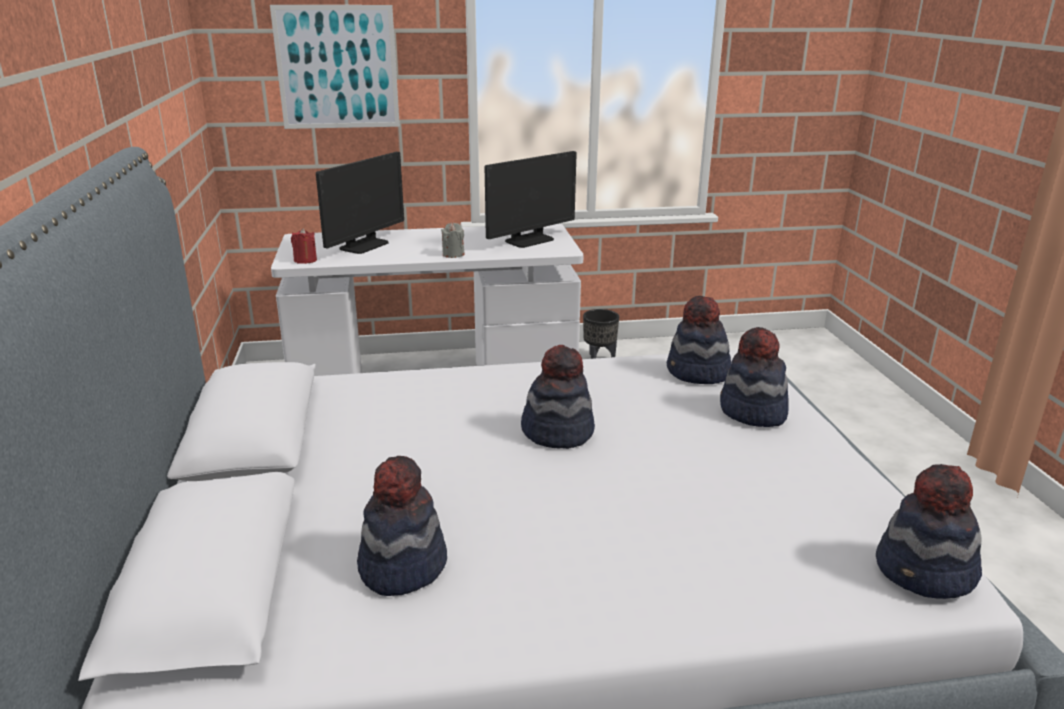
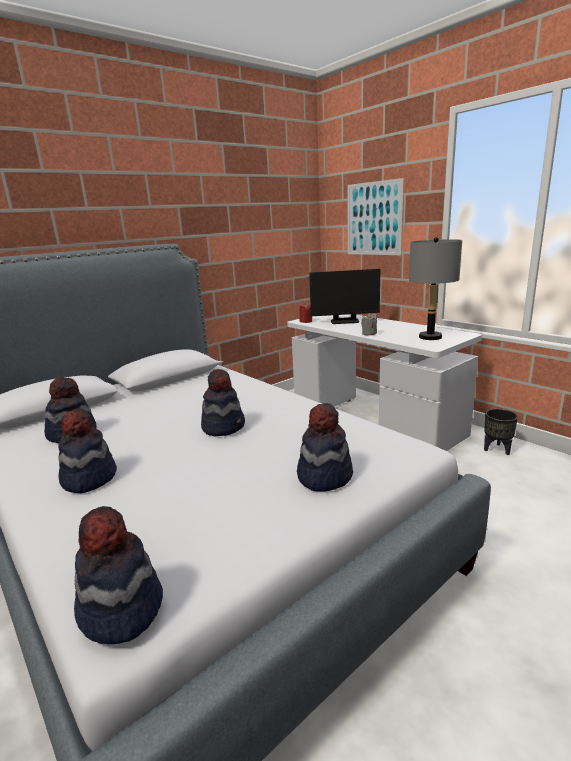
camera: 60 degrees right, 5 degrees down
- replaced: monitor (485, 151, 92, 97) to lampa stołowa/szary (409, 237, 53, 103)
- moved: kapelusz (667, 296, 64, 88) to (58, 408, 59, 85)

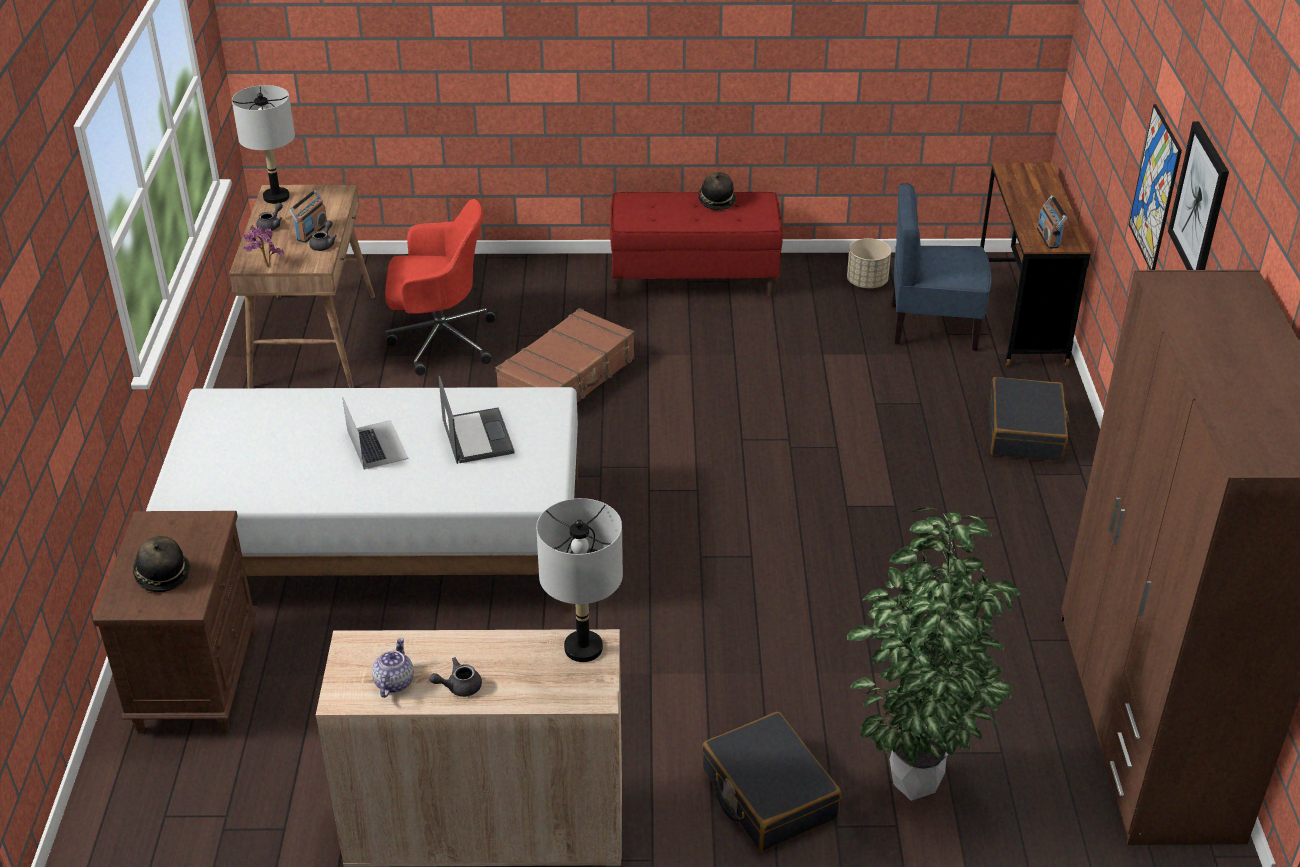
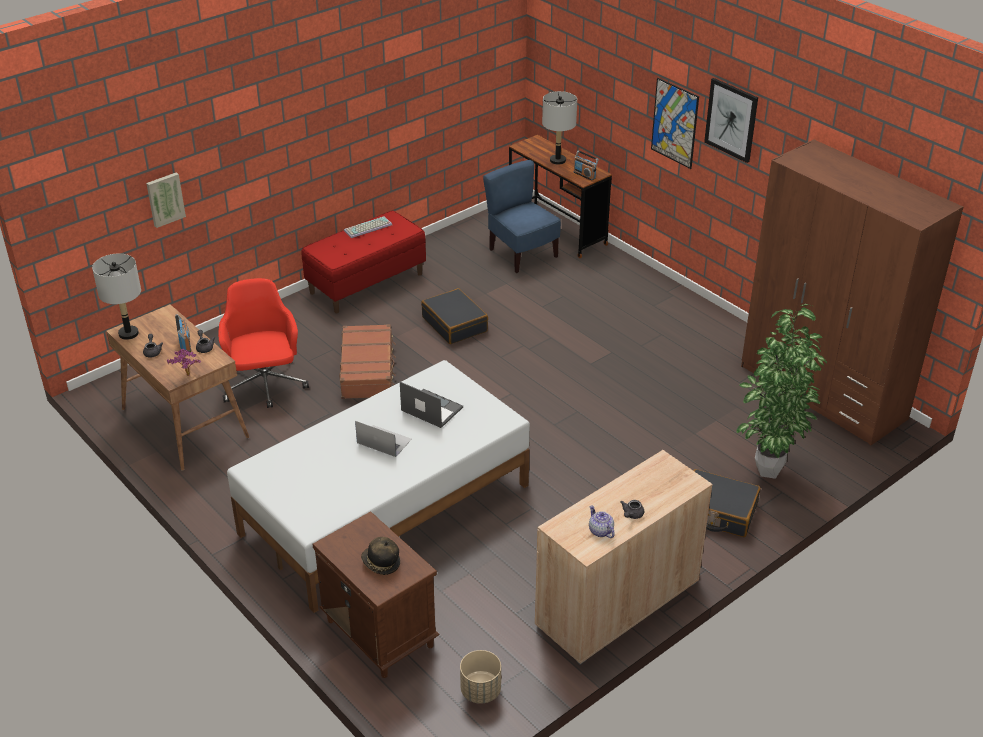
camera: 40 degrees left, 0 degrees up
- replaced: kapelusz (698, 172, 38, 38) to klawiatura (344, 216, 48, 22)
- turned: krzesło/niebieski (892, 183, 99, 168) = (483, 160, 78, 113) 90 degrees clockwise
- turned: krzesło biurowe/czerwony (385, 199, 110, 177) = (218, 278, 91, 130) 60 degrees counterclockwise
- moved: donica/beżowy (847, 238, 44, 50) to (460, 650, 41, 54)
- moved: walizka/czarny (989, 377, 81, 85) to (421, 288, 67, 56)
- moved: lampa stołowa/szary (536, 498, 87, 164) to (542, 91, 35, 74)
- added: obraz (146, 172, 40, 56)

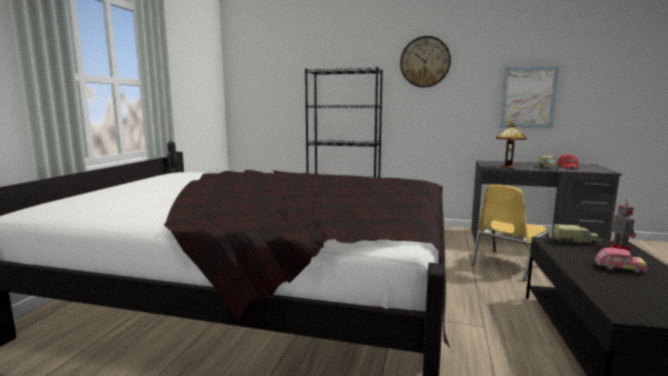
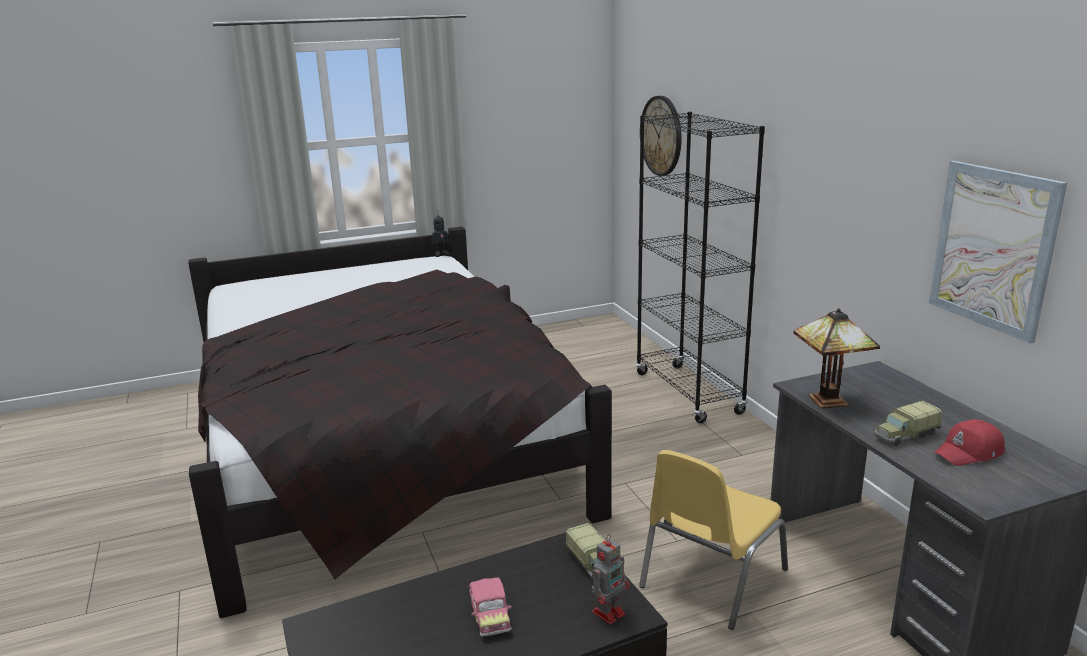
camera: 55 degrees right, 10 degrees up
- moved: zegar ścienny (400, 36, 51, 51) to (640, 96, 42, 80)
- turned: krzesło/żółty (471, 184, 78, 97) = (639, 450, 149, 180) 60 degrees counterclockwise

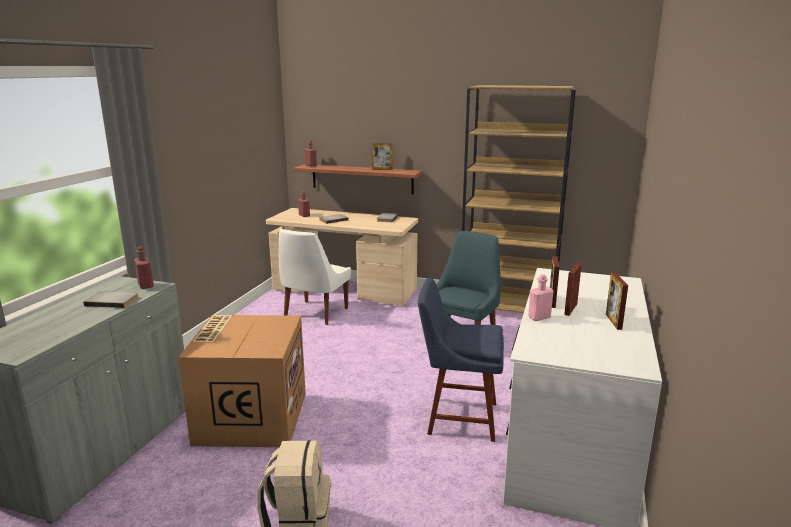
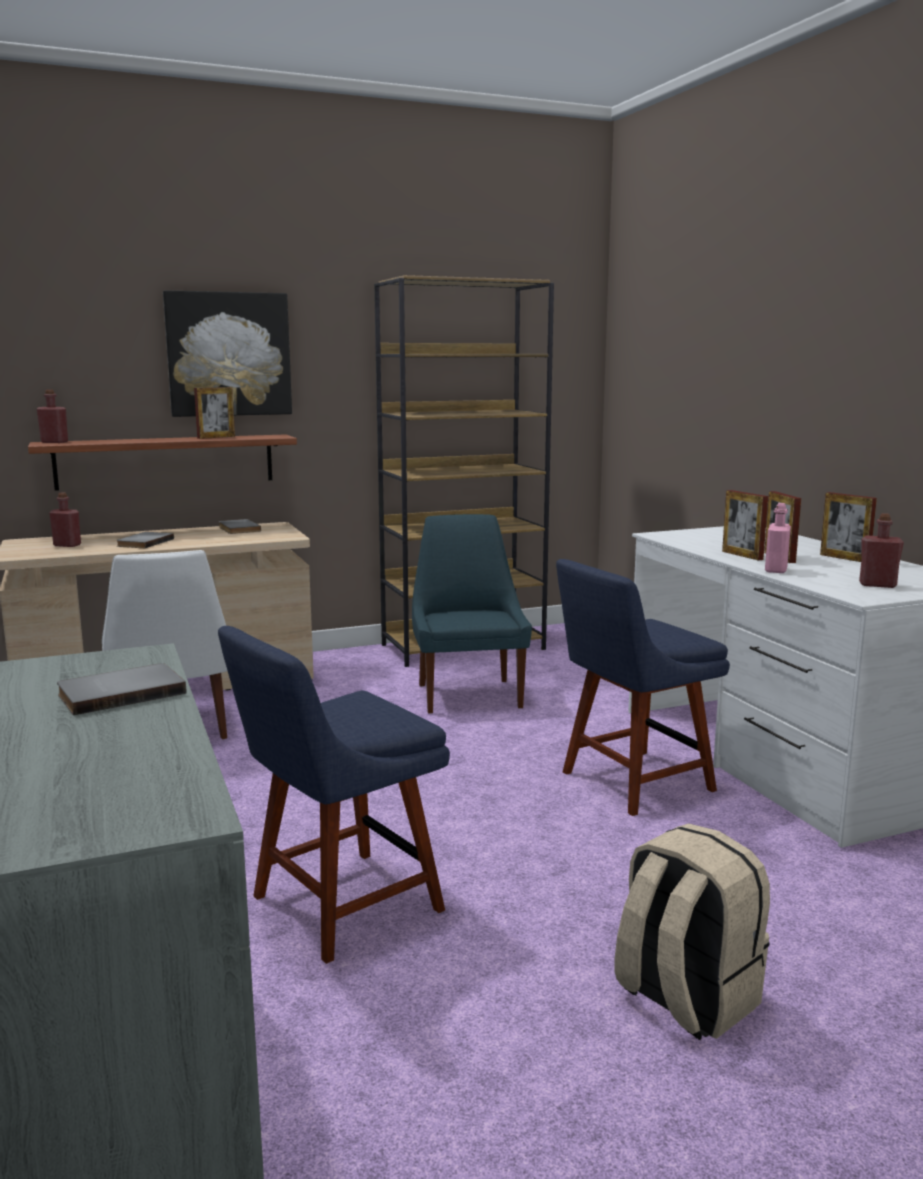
camera: 40 degrees left, 5 degrees down
- moved: butelka/czerwony (134, 246, 20, 43) to (859, 513, 45, 75)
- replaced: karton (178, 315, 128, 132) to krzesło/niebieski (218, 626, 232, 338)
- added: obraz (163, 290, 129, 127)

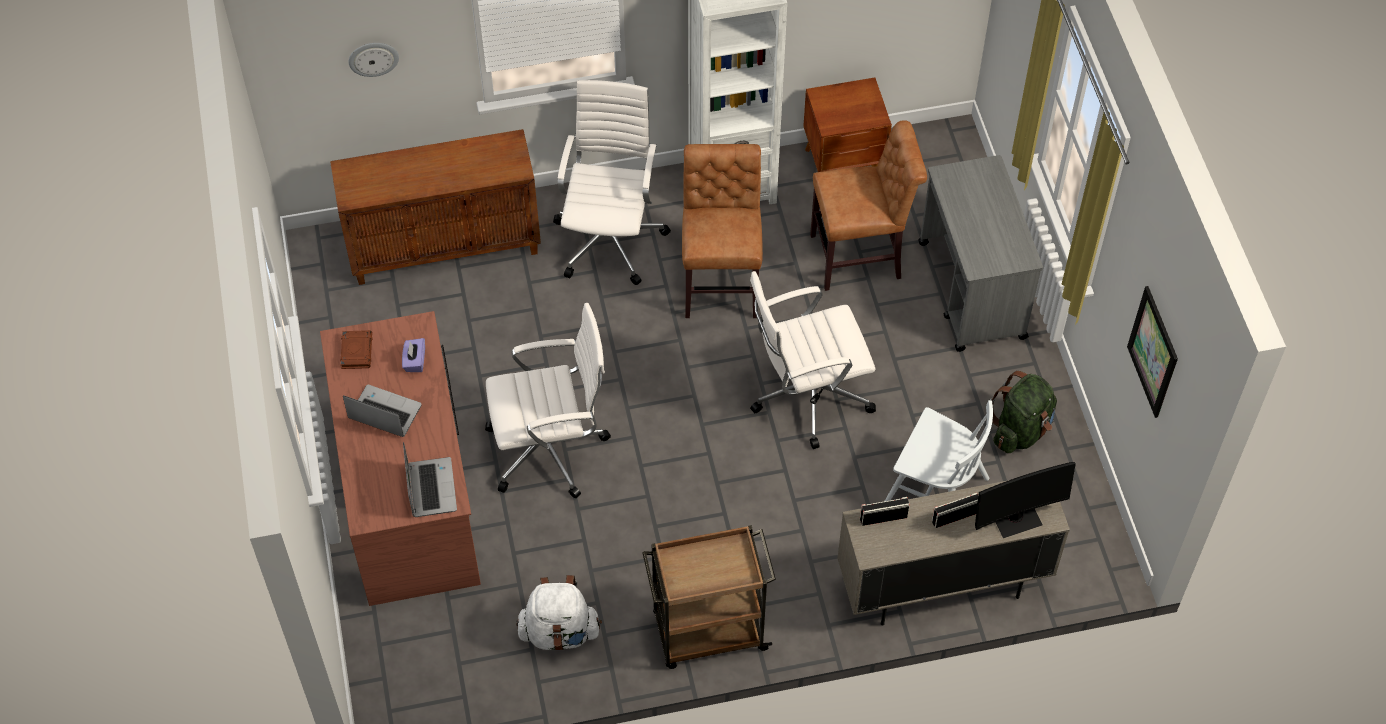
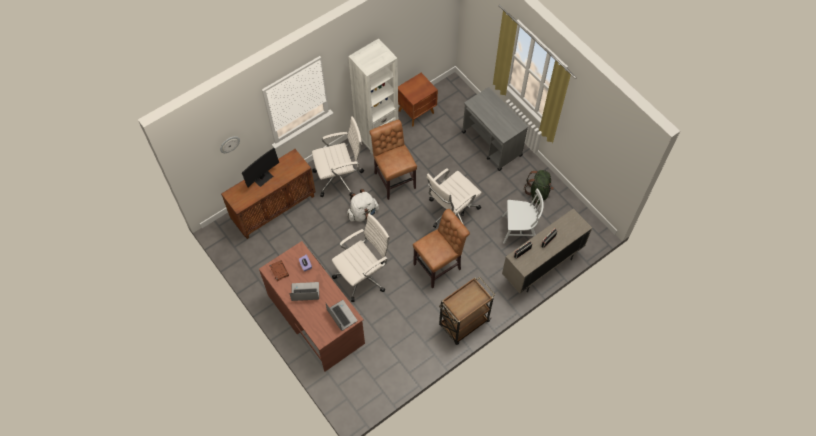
camera: 25 degrees left, 5 degrees up
- turned: krzesło biurowe/biały (553, 80, 118, 205) = (312, 116, 52, 81) 90 degrees clockwise
- moved: krzesło/brązowy (810, 120, 117, 171) to (413, 209, 57, 79)
- removed: obraz (1127, 286, 51, 132)
- moved: monitor (975, 462, 101, 76) to (242, 148, 37, 39)
- moved: plecak/biały (516, 575, 86, 75) to (347, 189, 32, 33)

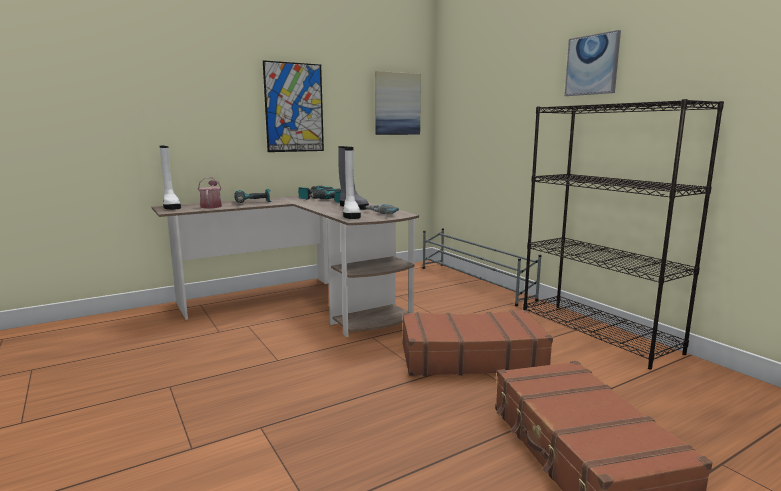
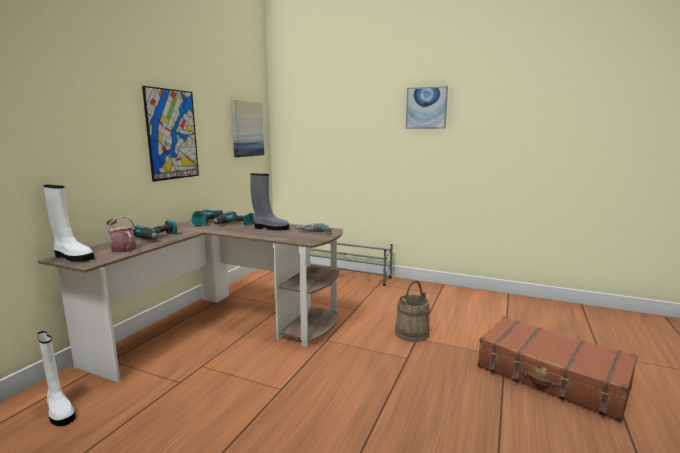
camera: 35 degrees left, 0 degrees up
- removed: regał/czarny (523, 99, 201, 271)
- moved: but z cholewką/biały (343, 148, 18, 71) to (38, 331, 37, 95)
- replaced: walizka/brązowy (402, 310, 151, 66) to wiadro/beżowy (395, 281, 35, 61)

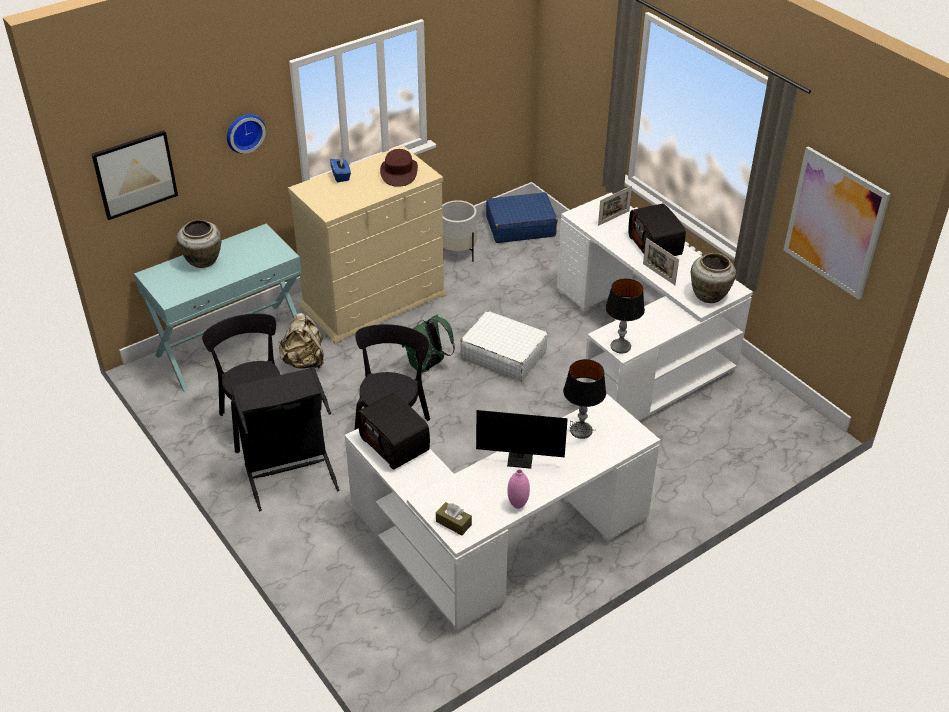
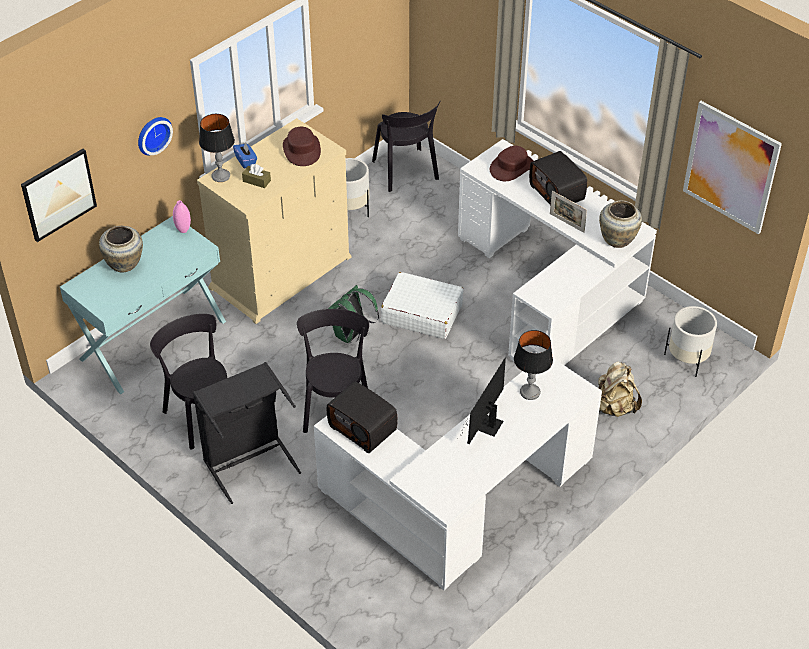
camera: 10 degrees left, 5 degrees up
- replaced: ramka na zdjęcie (598, 186, 34, 40) to kapelusz/brązowy (490, 146, 43, 35)
- replaced: walizka/niebieski (486, 192, 71, 51) to krzesło/czarny (372, 101, 69, 91)
- moved: lampa stołowa (605, 279, 40, 74) to (199, 114, 36, 68)
- moved: plecak/beżowy (279, 313, 45, 56) to (598, 361, 44, 56)
- turned: monitor (476, 410, 120, 59) = (461, 357, 45, 87) 120 degrees clockwise
- moved: wazon/różowy (507, 469, 23, 40) to (173, 200, 18, 33)
- moved: pudełko chusteczek/brązowy (436, 502, 36, 33) to (242, 164, 29, 24)
- added: donica/biały (664, 306, 53, 71)

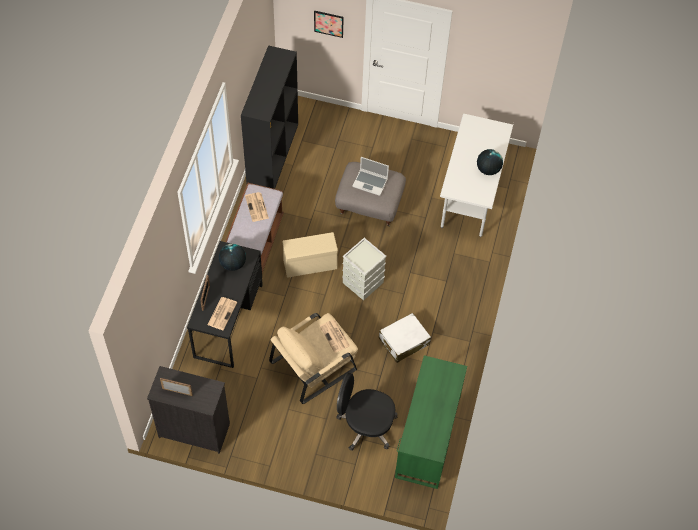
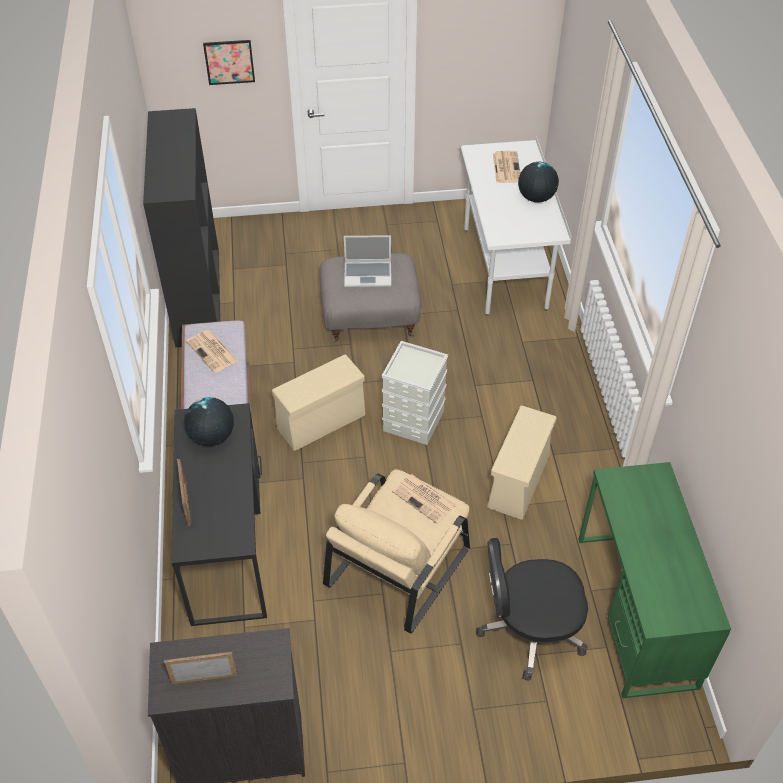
camera: 20 degrees left, 10 degrees down
- moved: gazeta (207, 297, 30, 33) to (493, 151, 27, 32)
- replaced: walizka/biały (379, 313, 52, 50) to pojemnik do przechowywania/beżowy (487, 406, 70, 114)

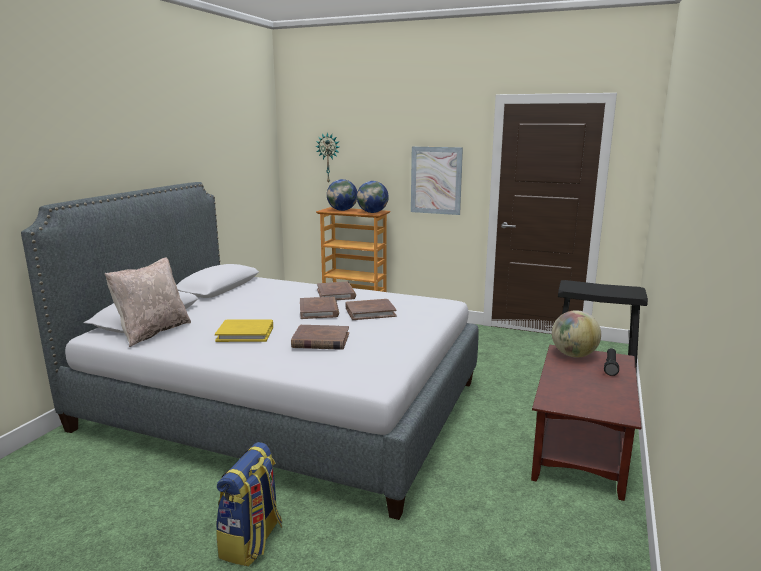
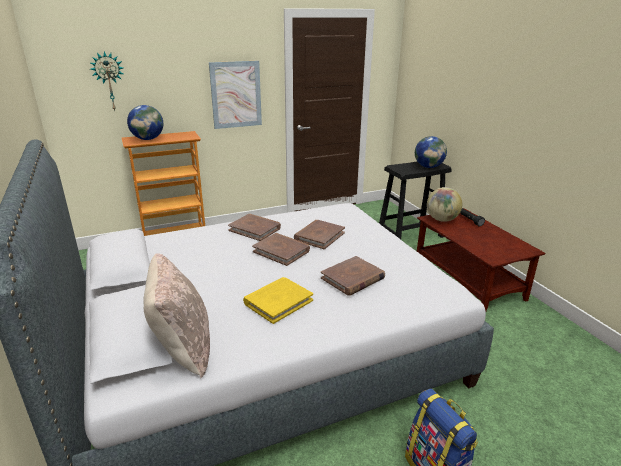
camera: 45 degrees left, 10 degrees up
- moved: globus (357, 181, 32, 32) to (415, 136, 32, 32)

